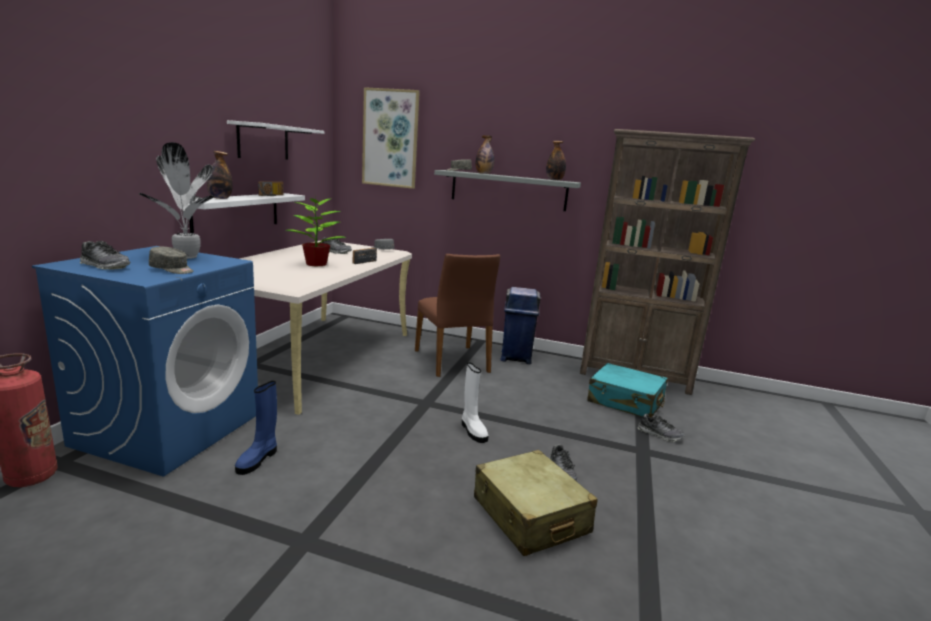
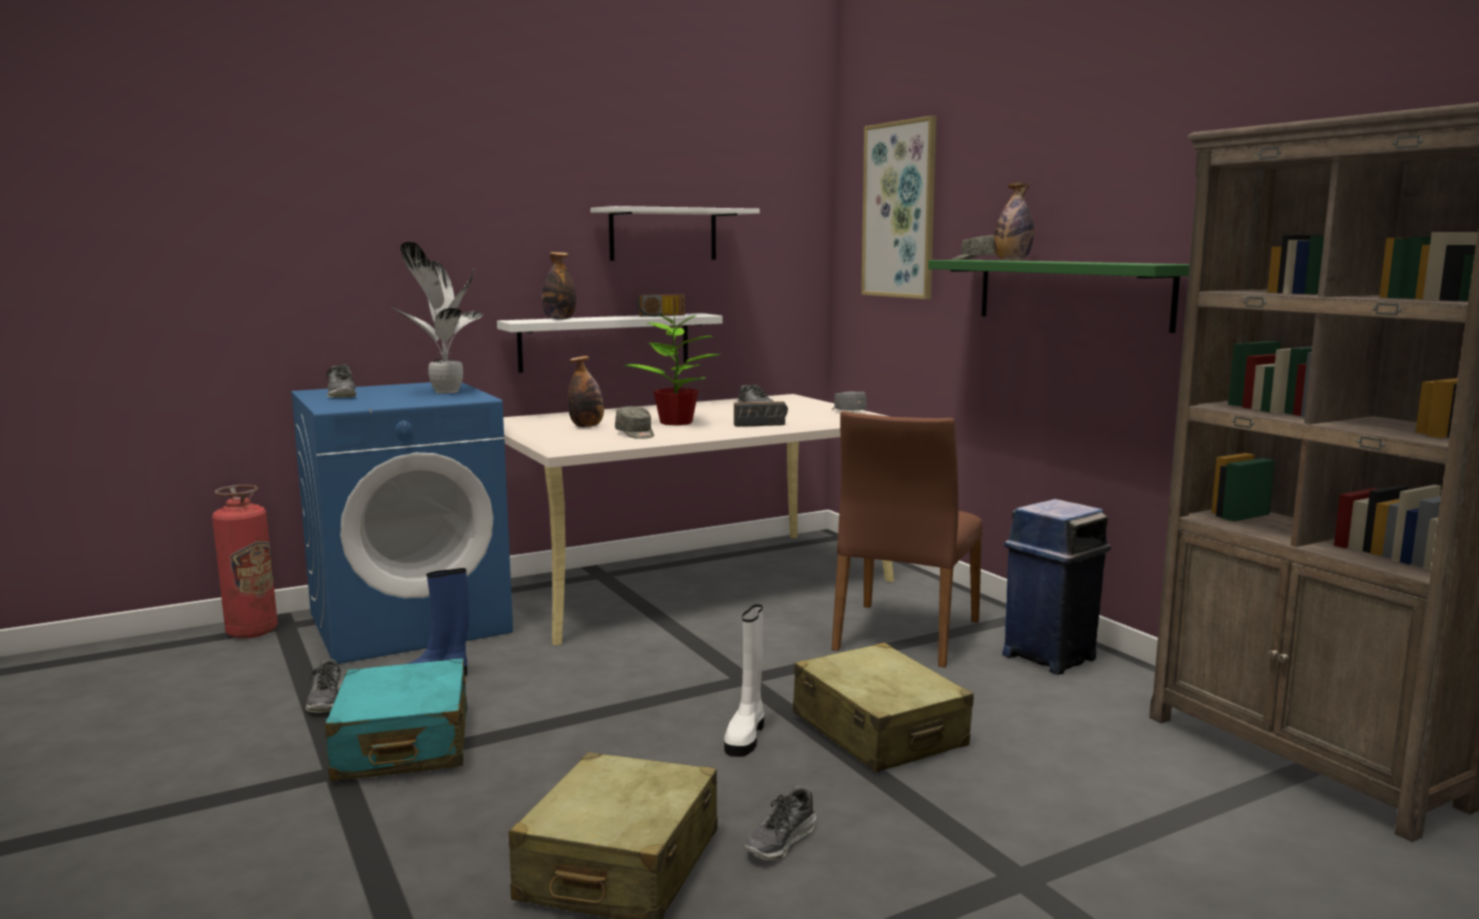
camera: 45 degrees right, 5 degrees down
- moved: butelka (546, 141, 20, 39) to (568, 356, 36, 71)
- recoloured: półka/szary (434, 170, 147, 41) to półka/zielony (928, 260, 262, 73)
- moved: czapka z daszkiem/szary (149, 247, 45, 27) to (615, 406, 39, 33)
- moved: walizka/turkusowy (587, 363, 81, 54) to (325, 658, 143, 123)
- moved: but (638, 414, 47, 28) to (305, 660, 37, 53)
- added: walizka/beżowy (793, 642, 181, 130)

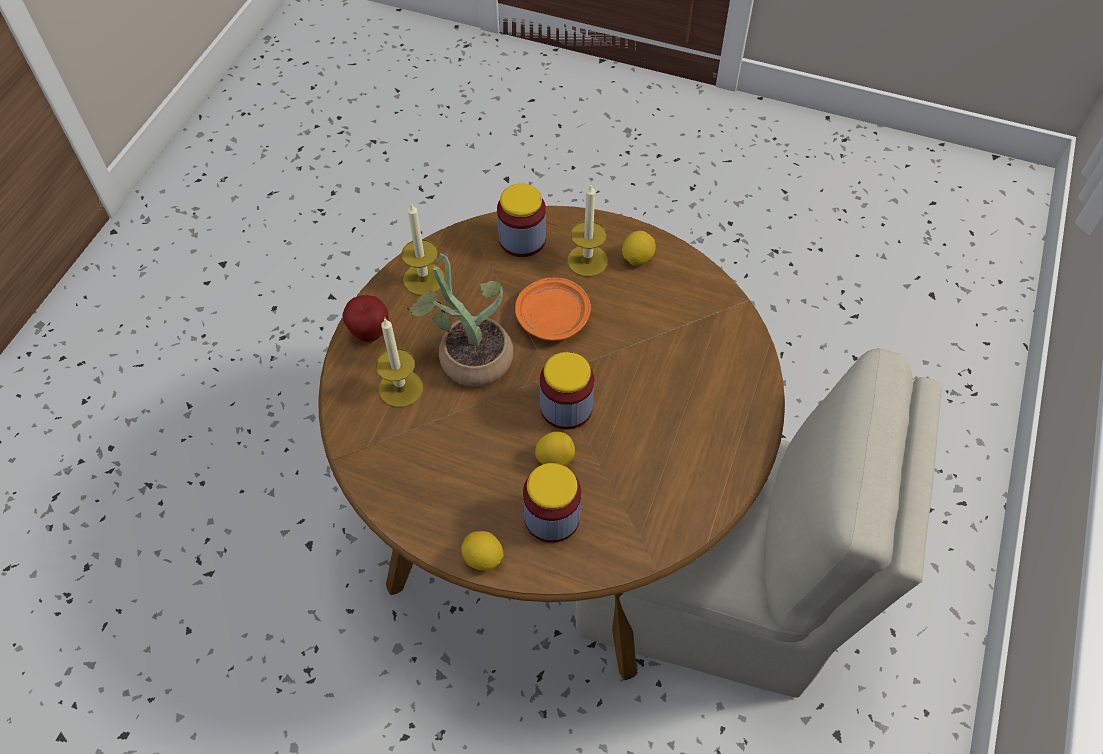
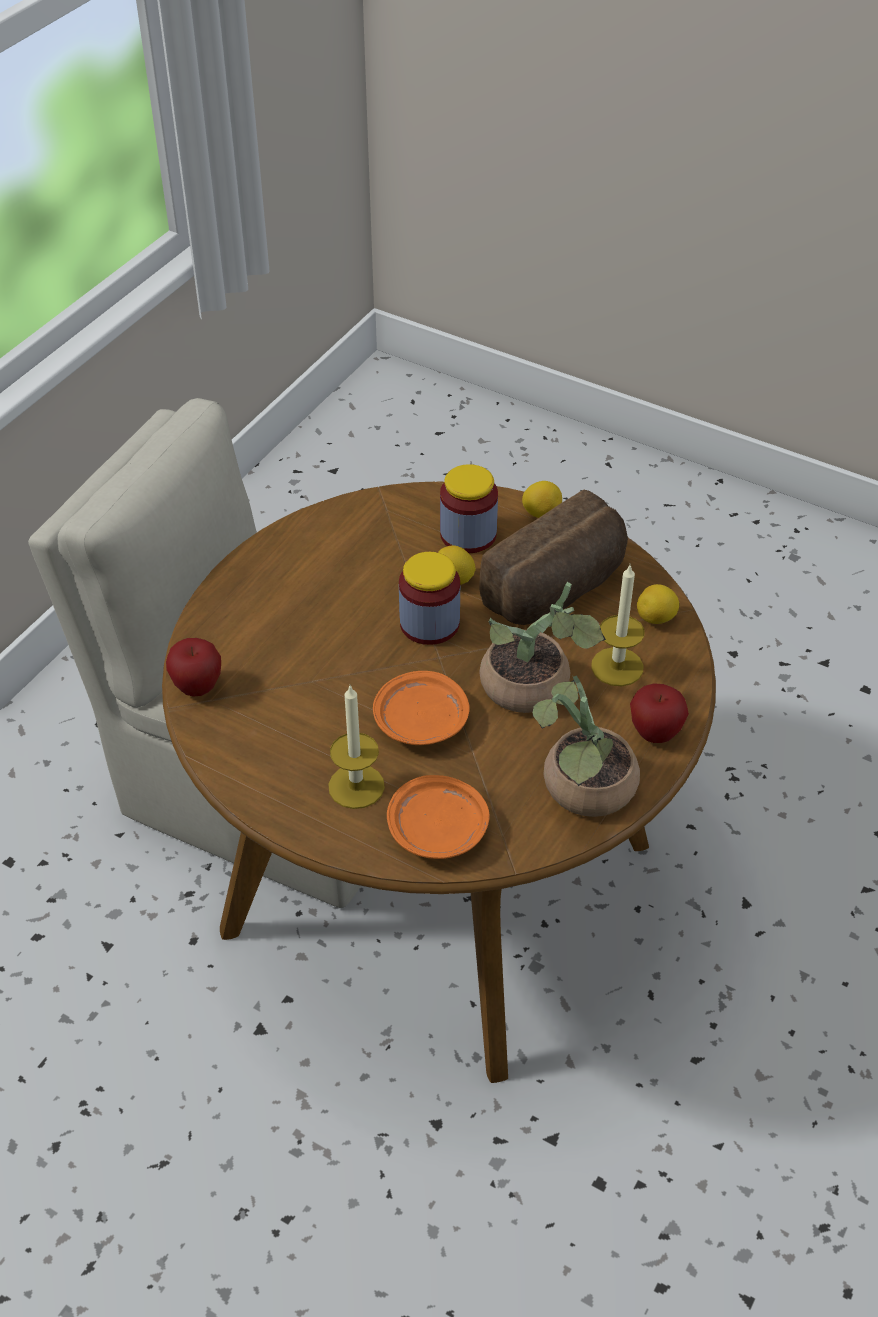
camera: 170 degrees left, 10 degrees down
- replaced: słoik (497, 183, 49, 74) to talerz/pomarańczowy (387, 775, 103, 84)
- replaced: świeca (401, 203, 44, 93) to roślina doniczkowa (533, 675, 107, 142)
- moved: cytryna (622, 231, 34, 34) to (637, 584, 42, 40)
- added: chleb (479, 489, 149, 136)
- added: jabłko (166, 638, 55, 58)

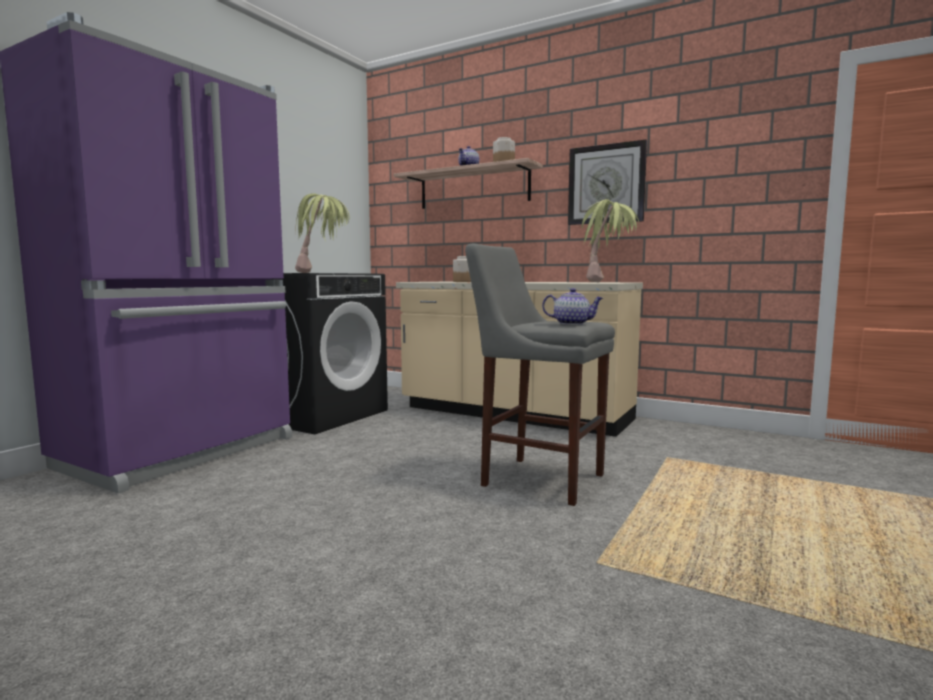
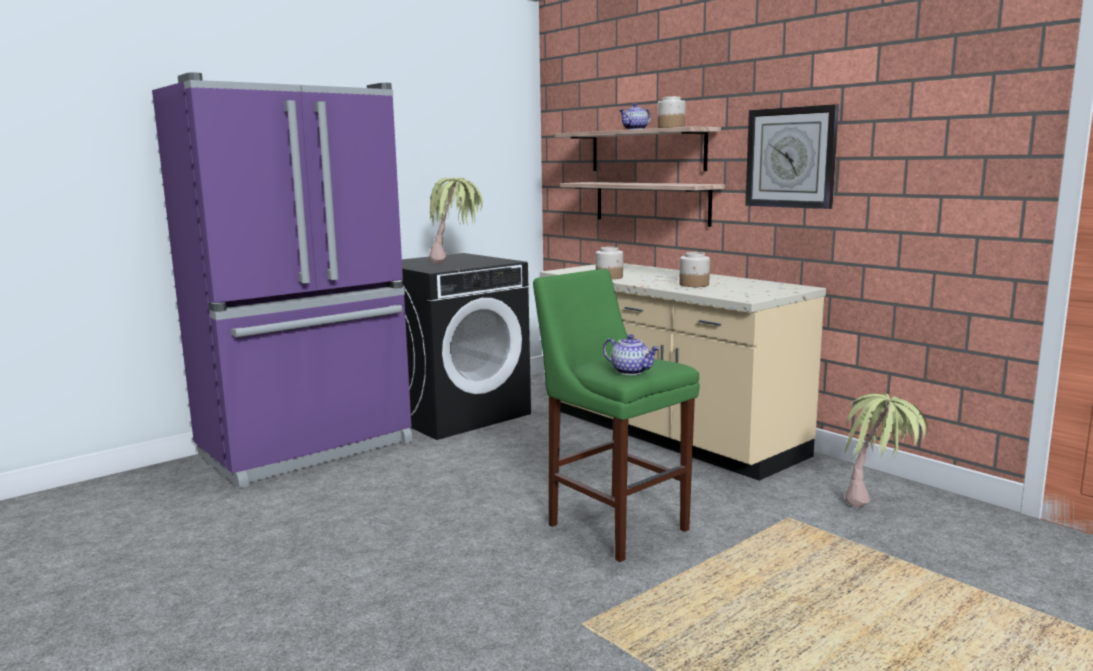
camera: 20 degrees right, 5 degrees up
- moved: roślina doniczkowa (577, 199, 62, 83) to (843, 393, 85, 114)
- recoloured: stołek/szary (465, 244, 150, 262) to stołek/zielony (533, 269, 167, 293)
- added: półka (560, 182, 165, 45)
- added: słoik (679, 252, 31, 35)

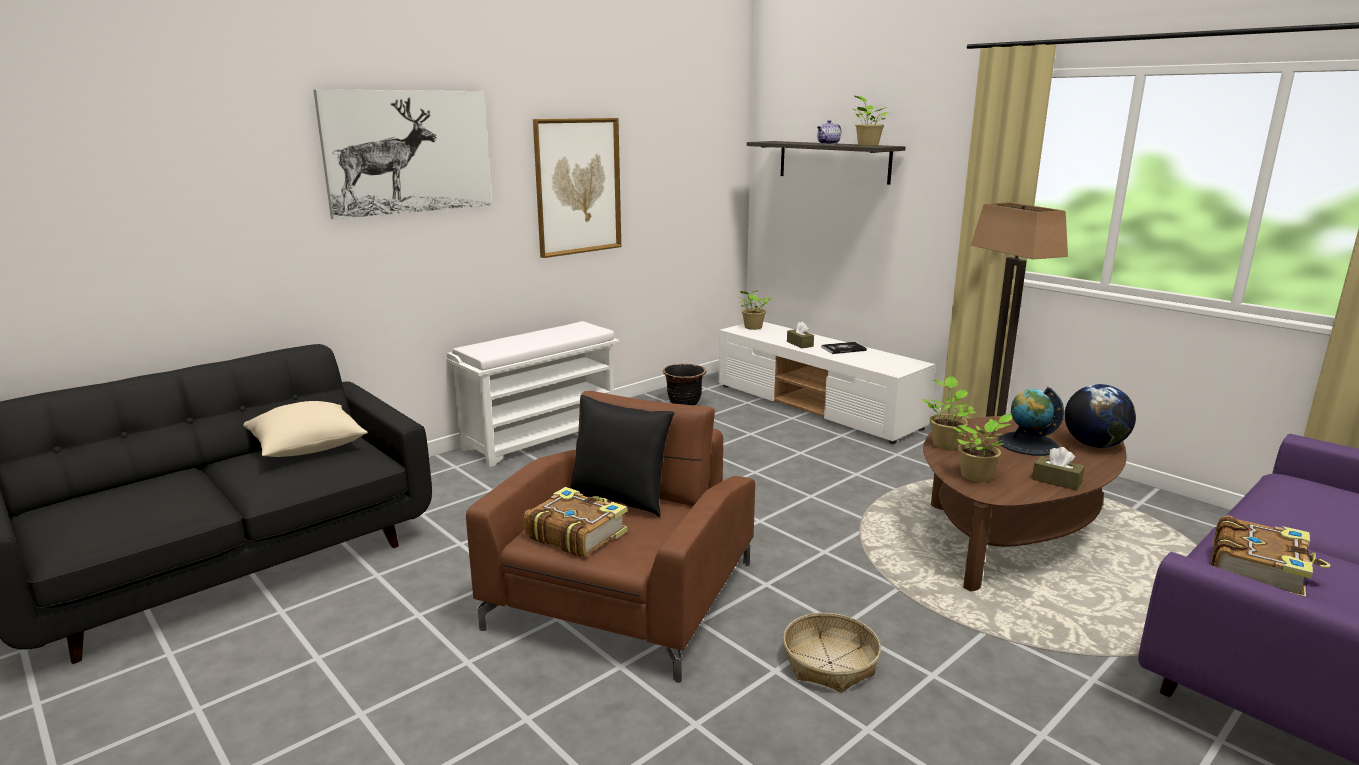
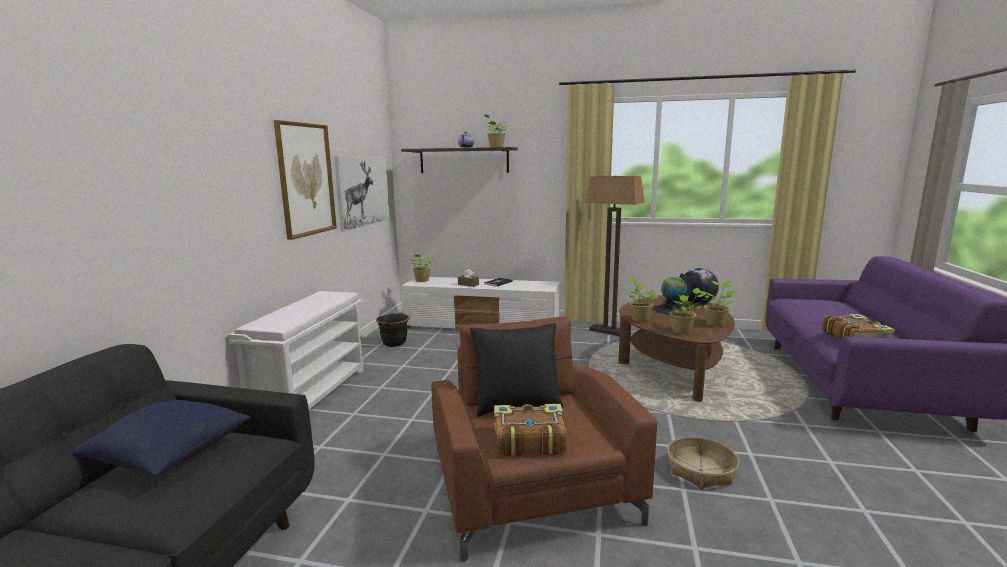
camera: 35 degrees left, 5 degrees down
- moved: obraz (313, 89, 179, 130) to (334, 156, 55, 75)
- recoloured: poduszka/beżowy (243, 401, 125, 56) to poduszka/niebieski (72, 400, 179, 76)
- replaced: pudełko chusteczek/brązowy (1032, 447, 53, 44) to roślina doniczkowa (700, 281, 37, 46)

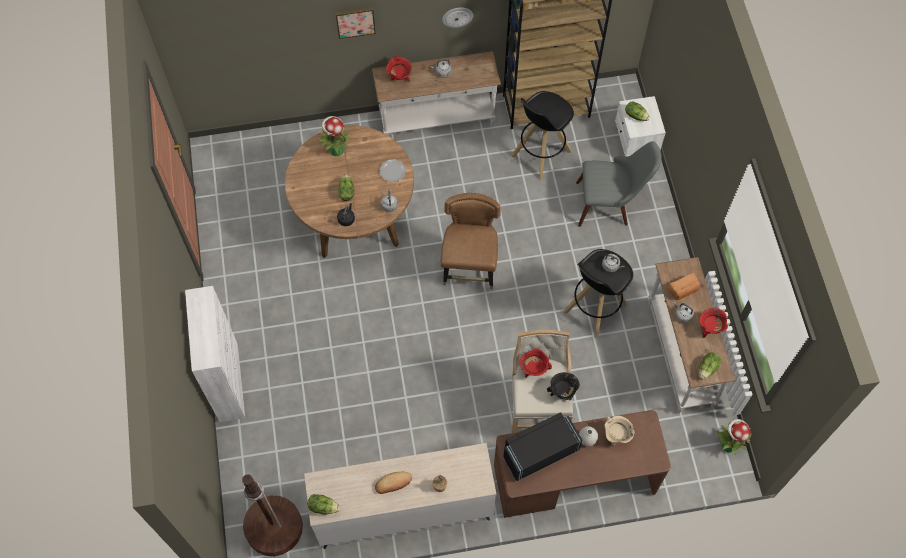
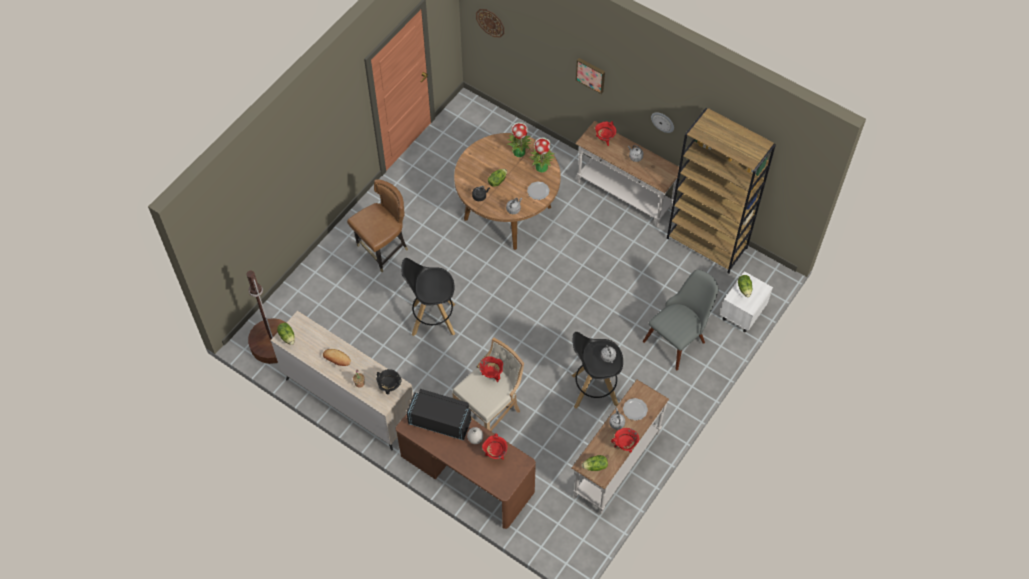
camera: 45 degrees right, 5 degrees down
- moved: stołek/czarny (511, 91, 63, 88) to (401, 258, 55, 78)
- turned: krzesło/szary (576, 141, 86, 86) = (643, 270, 76, 100) 90 degrees counterclockwise
- moved: krzesło/brązowy (441, 193, 60, 96) to (347, 179, 61, 93)
- replaced: chleb (667, 273, 33, 27) to talerz (623, 398, 25, 23)
- removed: szafka/biały (185, 286, 60, 136)
- moved: garnek/czarny (547, 372, 33, 28) to (376, 369, 25, 26)
- recoloured: garnek/beżowy (605, 416, 29, 29) to garnek/czerwony (482, 433, 26, 27)
- moved: roślina doniczkowa (716, 419, 36, 37) to (529, 137, 26, 36)
- added: zegar ścienny (476, 9, 28, 28)

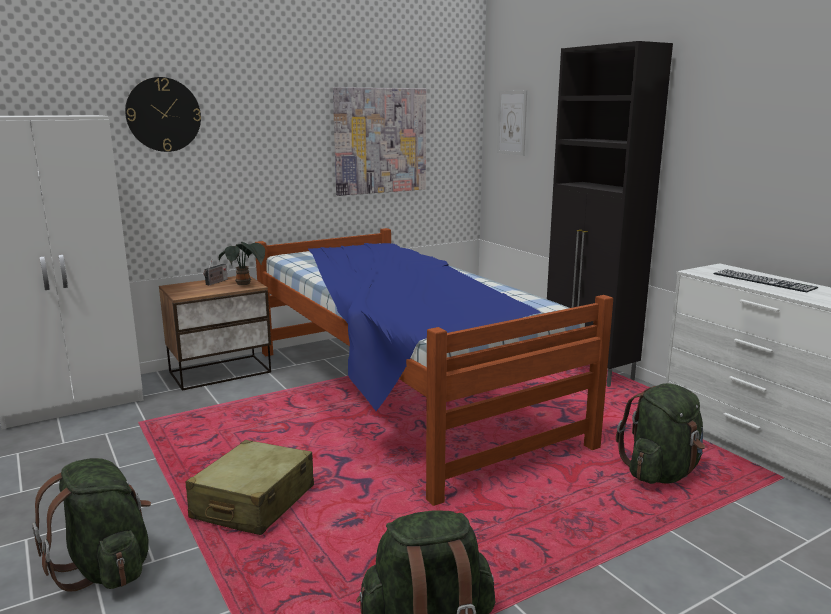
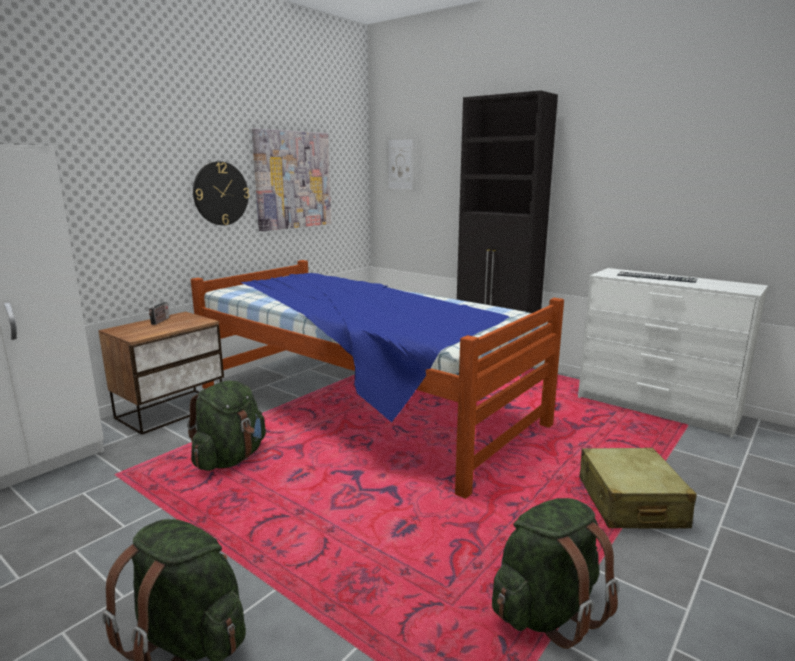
camera: 20 degrees left, 0 degrees up
- moved: zegar ścienny (125, 77, 76, 75) to (193, 161, 56, 64)
- removed: roślina doniczkowa (219, 242, 46, 43)
- moved: plecak/zielony (616, 383, 89, 101) to (187, 380, 79, 91)
- moved: walizka/beżowy (185, 440, 129, 95) to (579, 448, 118, 81)

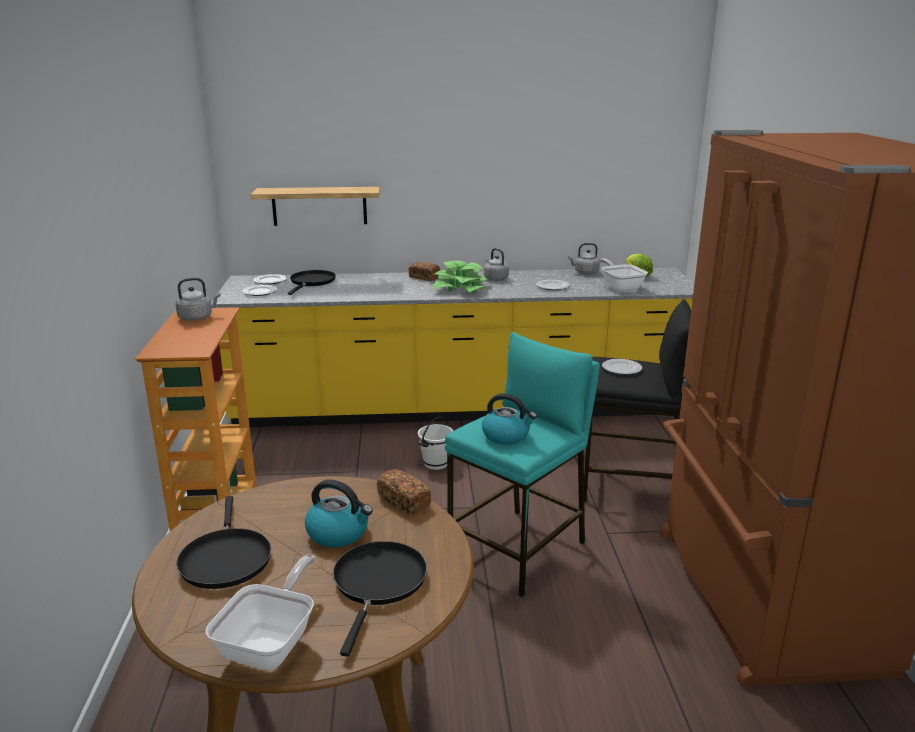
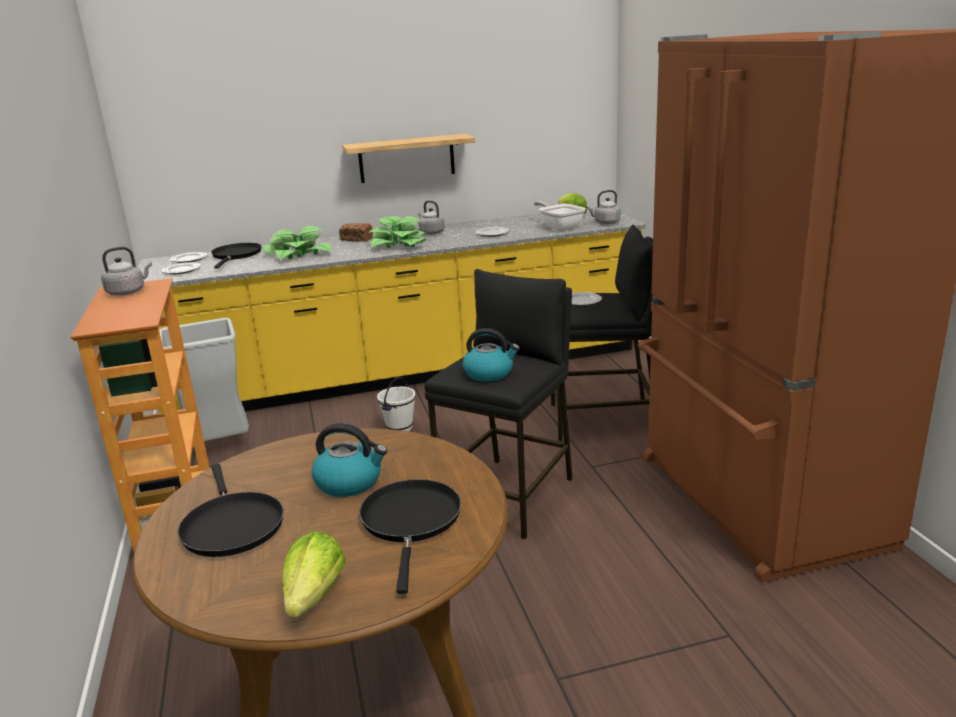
camera: 10 degrees left, 0 degrees up
- moved: półka (251, 187, 129, 39) to (342, 134, 133, 49)
- moved: czajnik/szary (568, 243, 32, 32) to (587, 190, 34, 34)
- recoloured: stołek/turkusowy (445, 332, 155, 265) to stołek/czarny (425, 269, 148, 270)
- removed: chleb (377, 469, 54, 46)
- replaced: patelnia (206, 555, 109, 115) to sałata (282, 531, 64, 86)
- added: roślina doniczkowa (263, 226, 68, 34)
- added: kosz na śmieci/szary (159, 318, 90, 123)

